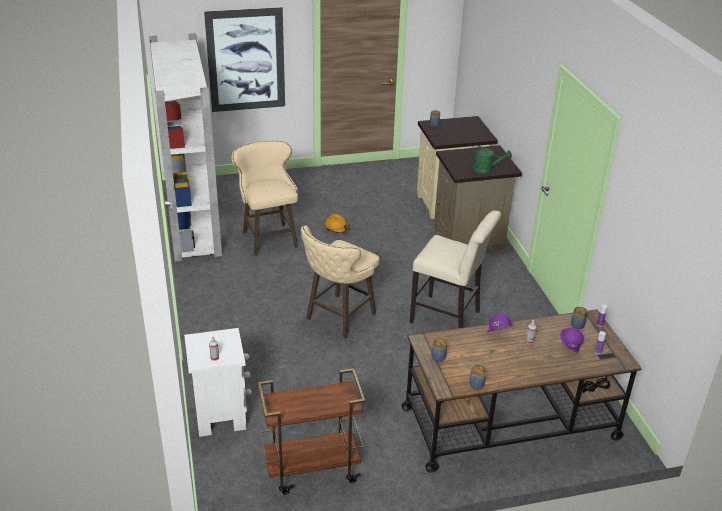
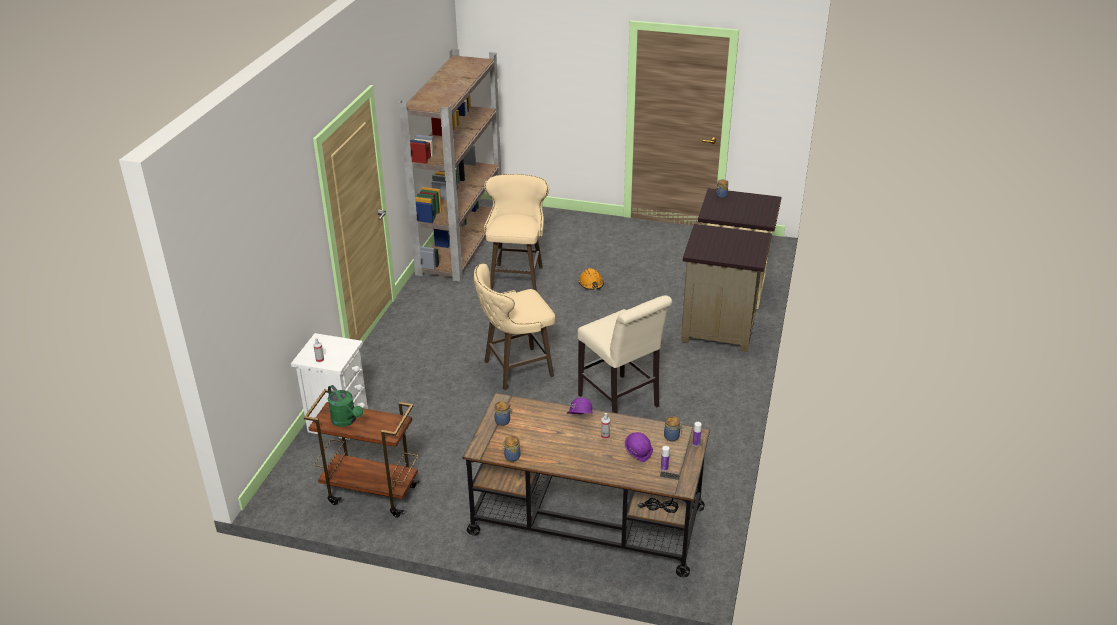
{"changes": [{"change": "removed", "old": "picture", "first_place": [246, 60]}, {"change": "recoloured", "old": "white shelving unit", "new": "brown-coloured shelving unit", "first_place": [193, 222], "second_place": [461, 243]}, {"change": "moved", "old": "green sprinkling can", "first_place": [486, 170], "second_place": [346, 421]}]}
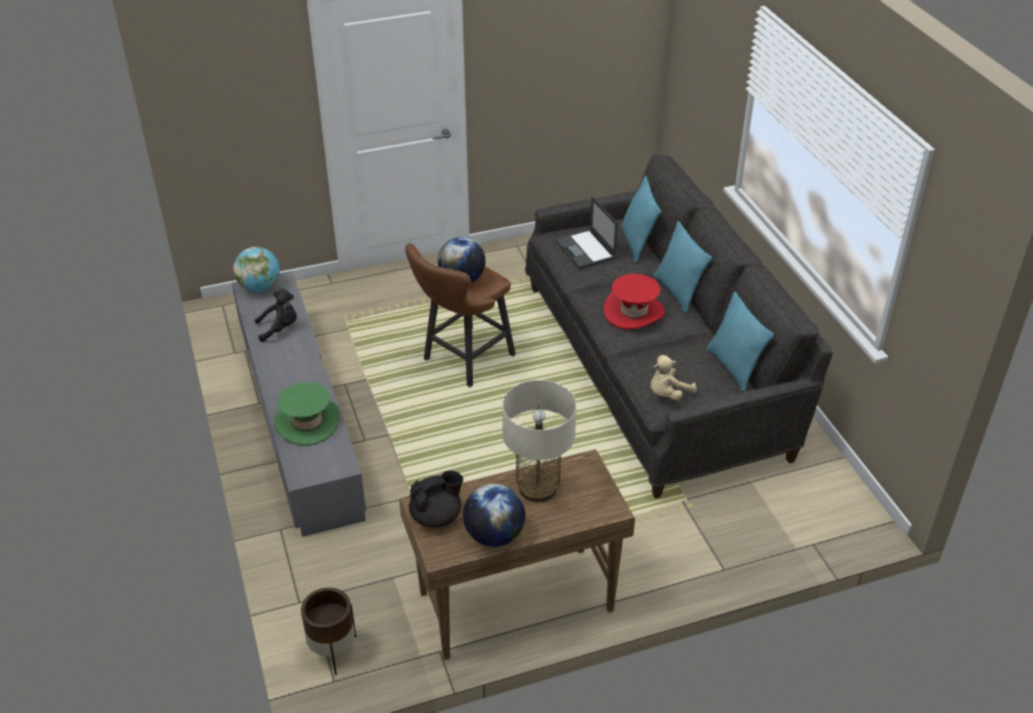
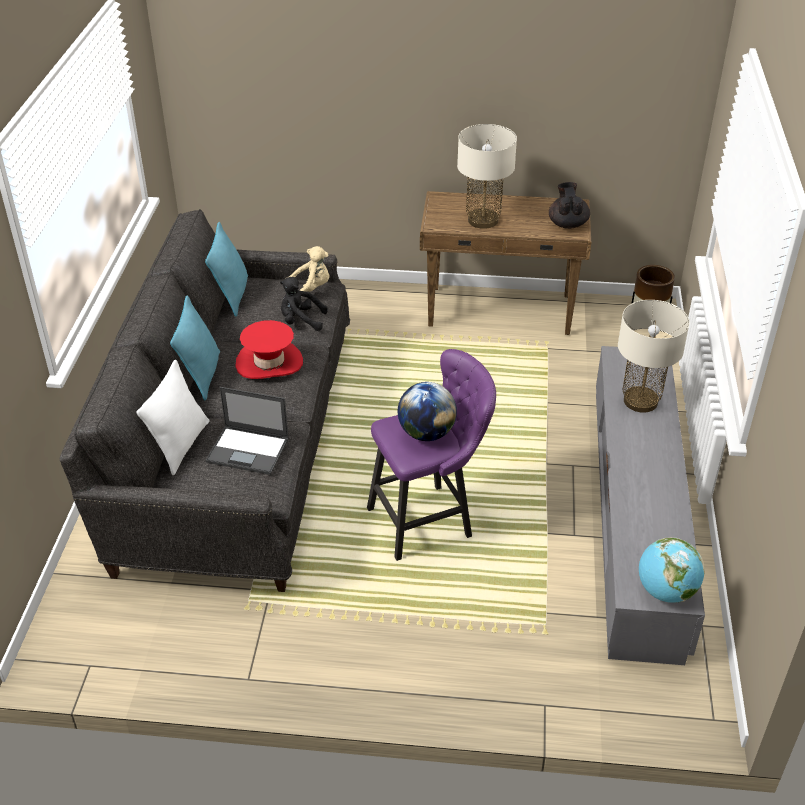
{"changes": [{"change": "recoloured", "old": "turquoise cushion", "new": "white cushion", "first_place": [637, 243], "second_place": [181, 445]}, {"change": "turned", "old": "laptop", "first_place": [586, 250], "second_place": [249, 450], "degrees": 105}, {"change": "recoloured", "old": "brown-coloured sitting stool", "new": "purple-coloured sitting stool", "first_place": [461, 362], "second_place": [431, 518]}, {"change": "moved", "old": "black cuddly toy", "first_place": [280, 328], "second_place": [301, 321]}, {"change": "replaced", "old": "green wearable hat", "new": "table lamp", "first_place": [307, 422], "second_place": [640, 401]}, {"change": "turned", "old": "black tea pot", "first_place": [437, 516], "second_place": [567, 224], "degrees": 90}, {"change": "removed", "old": "world globe", "first_place": [494, 535]}]}
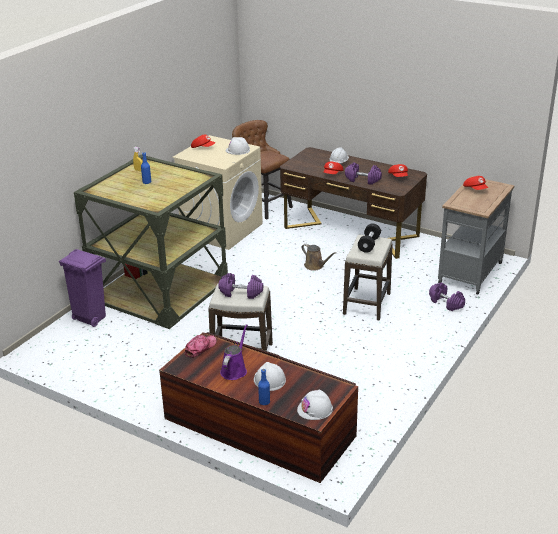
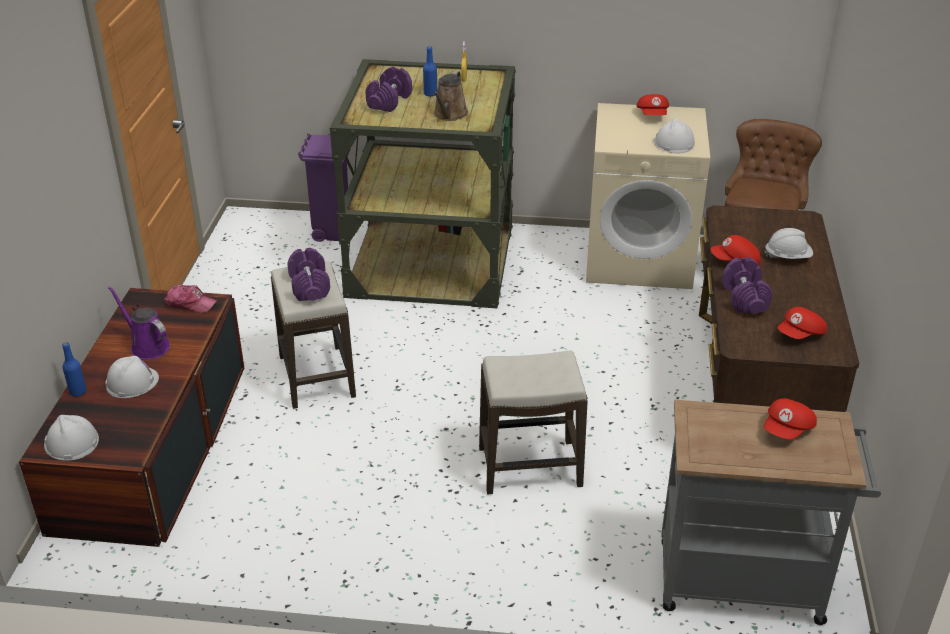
{"changes": [{"change": "removed", "old": "black hand weight", "first_place": [369, 244]}, {"change": "moved", "old": "brown-coloured sprinkling can", "first_place": [315, 266], "second_place": [449, 115]}, {"change": "moved", "old": "purple-coloured hand weight", "first_place": [446, 303], "second_place": [389, 101]}, {"change": "turned", "old": "purple-coloured sprinkling can", "first_place": [234, 370], "second_place": [147, 346], "degrees": -135}]}
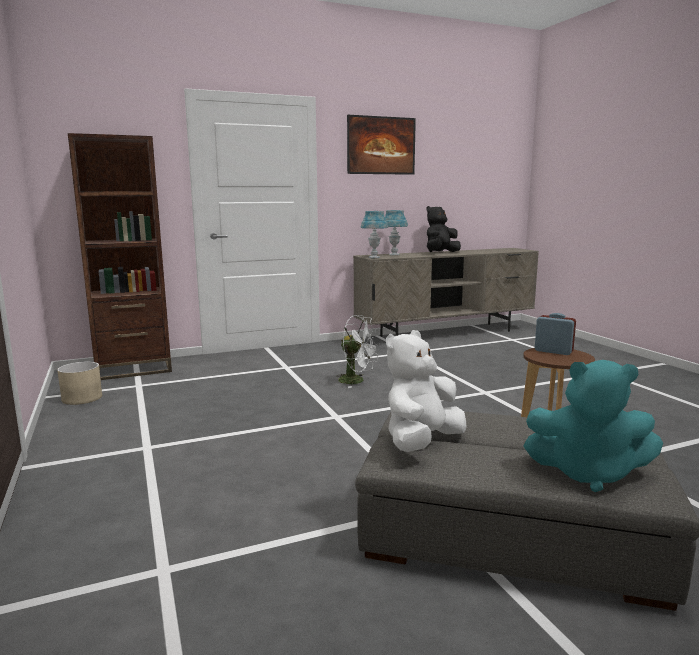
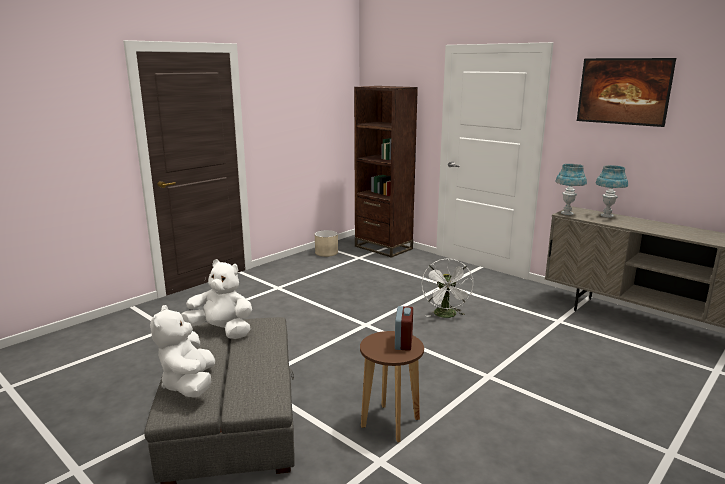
{"changes": [{"change": "removed", "old": "black cuddly toy", "first_place": [440, 253]}, {"change": "recoloured", "old": "turquoise cuddly toy", "new": "white cuddly toy", "first_place": [587, 473], "second_place": [189, 384]}]}
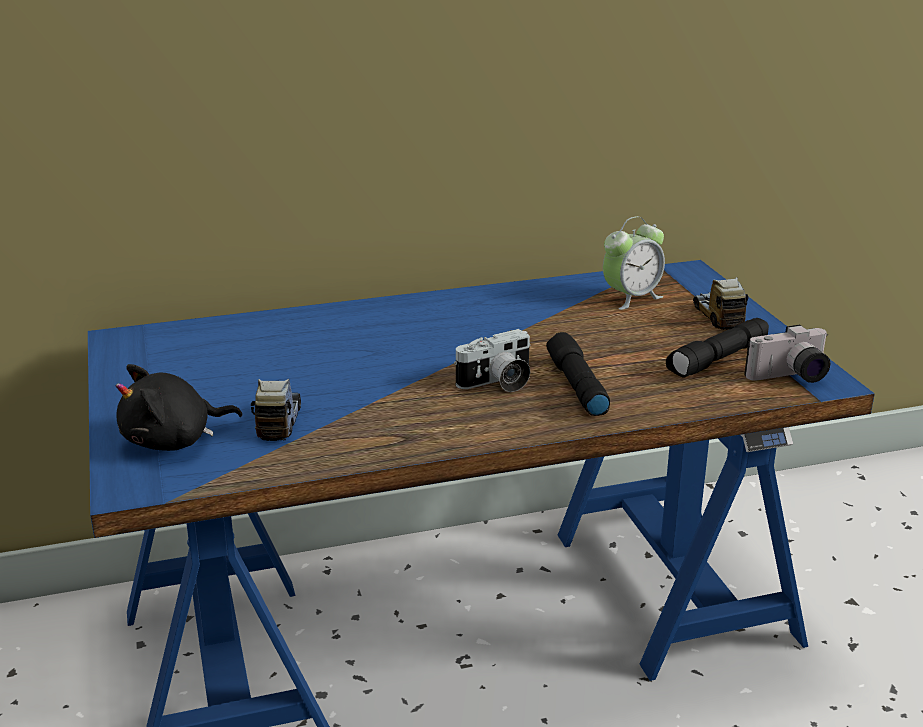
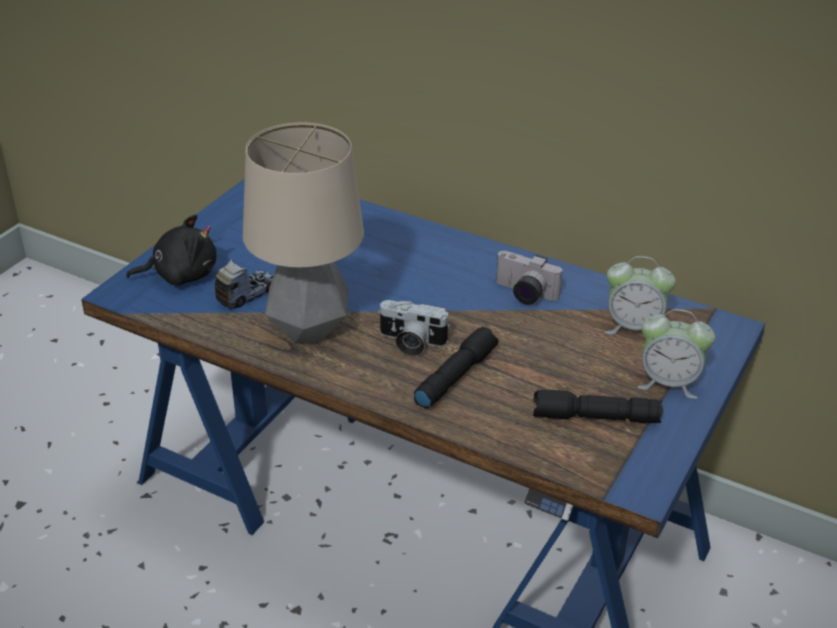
{"changes": [{"change": "replaced", "old": "toy lorry", "new": "bedside clock", "first_place": [717, 317], "second_place": [668, 383]}, {"change": "moved", "old": "still camera", "first_place": [790, 377], "second_place": [523, 294]}, {"change": "turned", "old": "black cuddly toy", "first_place": [174, 441], "second_place": [181, 275], "degrees": 150}, {"change": "added", "new": "table lamp", "second_place": [308, 329]}]}
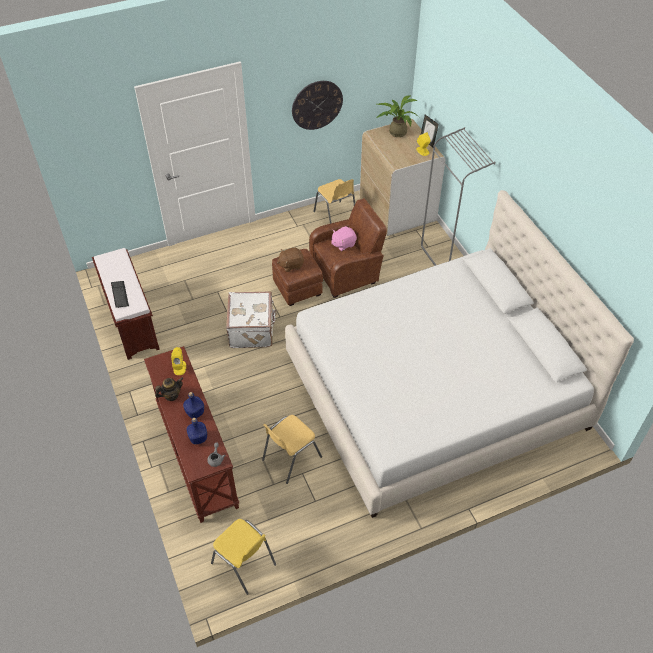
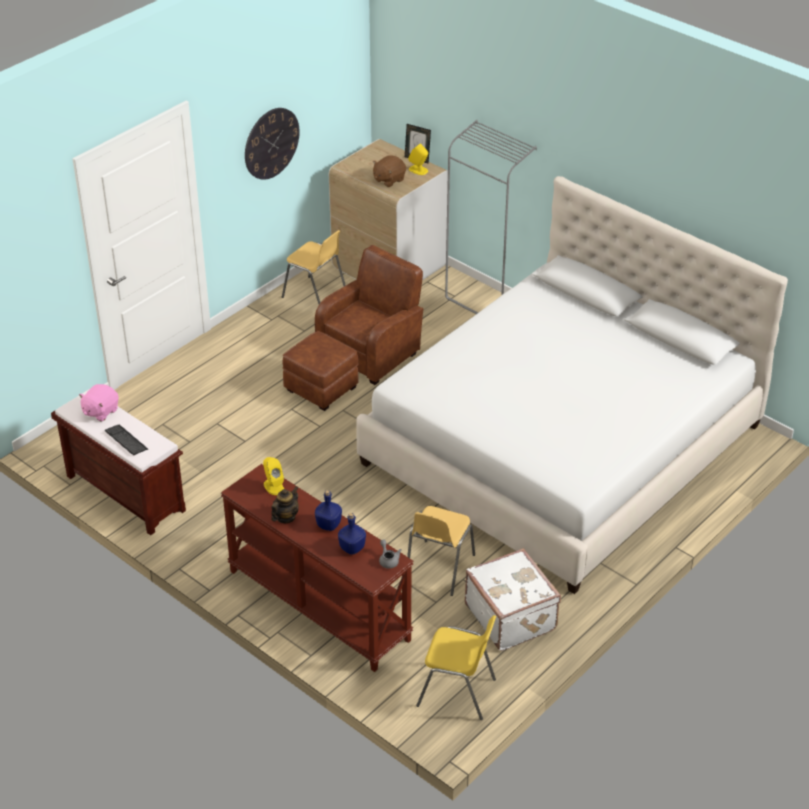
{"changes": [{"change": "removed", "old": "houseplant", "first_place": [395, 131]}, {"change": "moved", "old": "pink cuddly toy", "first_place": [343, 244], "second_place": [100, 411]}, {"change": "moved", "old": "brown-coloured cuddly toy", "first_place": [291, 265], "second_place": [388, 180]}, {"change": "moved", "old": "white travel case", "first_place": [252, 330], "second_place": [511, 616]}]}
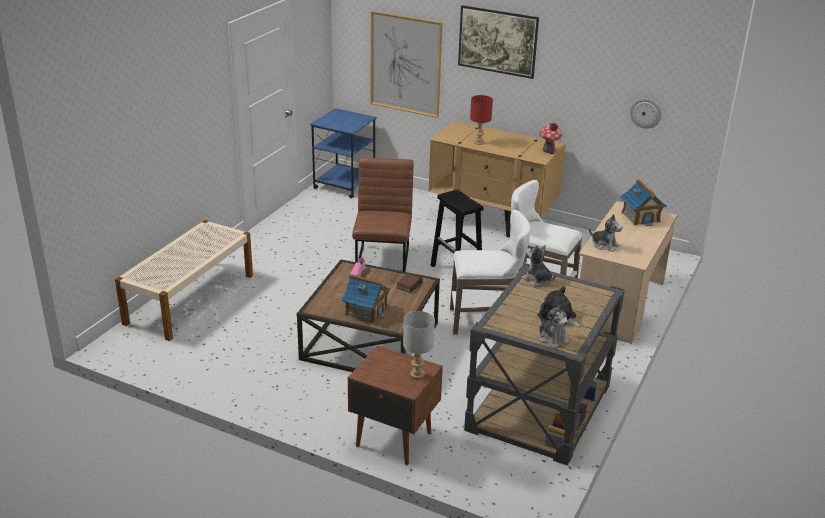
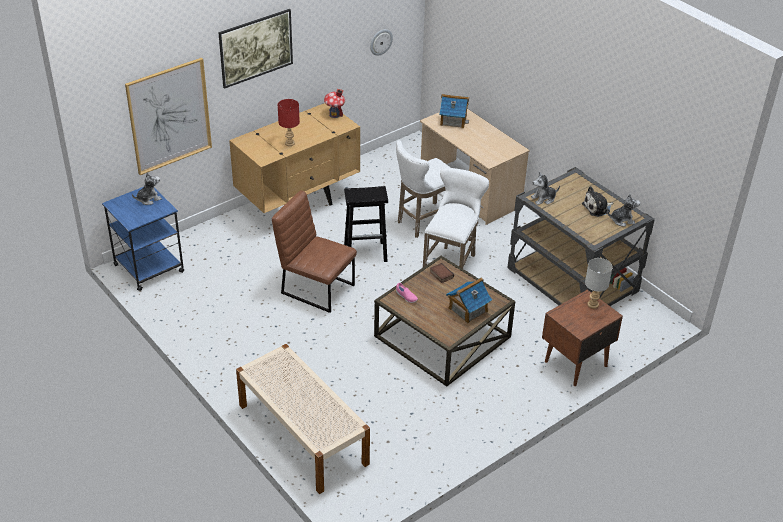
{"changes": [{"change": "moved", "old": "cuddly toy", "first_place": [604, 245], "second_place": [148, 199]}]}
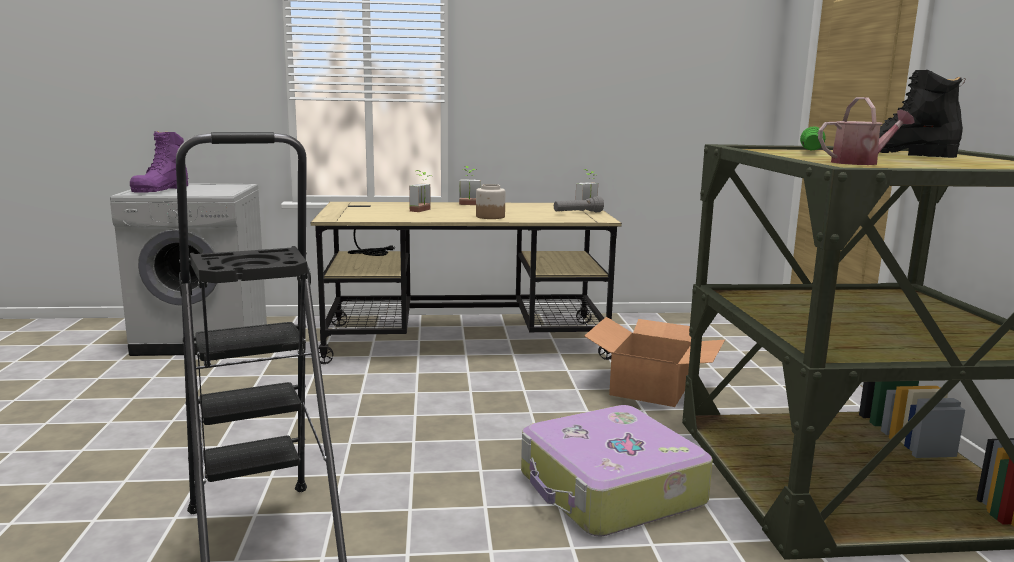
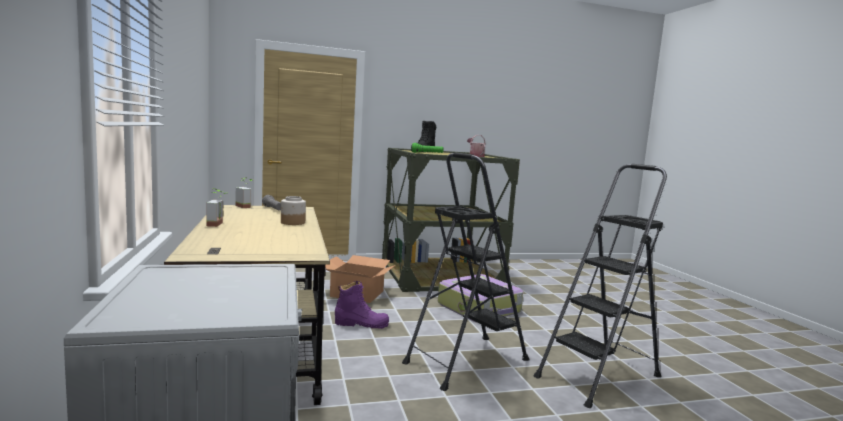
{"changes": [{"change": "moved", "old": "purple-coloured high-top boot", "first_place": [161, 189], "second_place": [361, 324]}, {"change": "removed", "old": "houseplant", "first_place": [424, 210]}, {"change": "added", "new": "step stool", "second_place": [465, 361]}]}
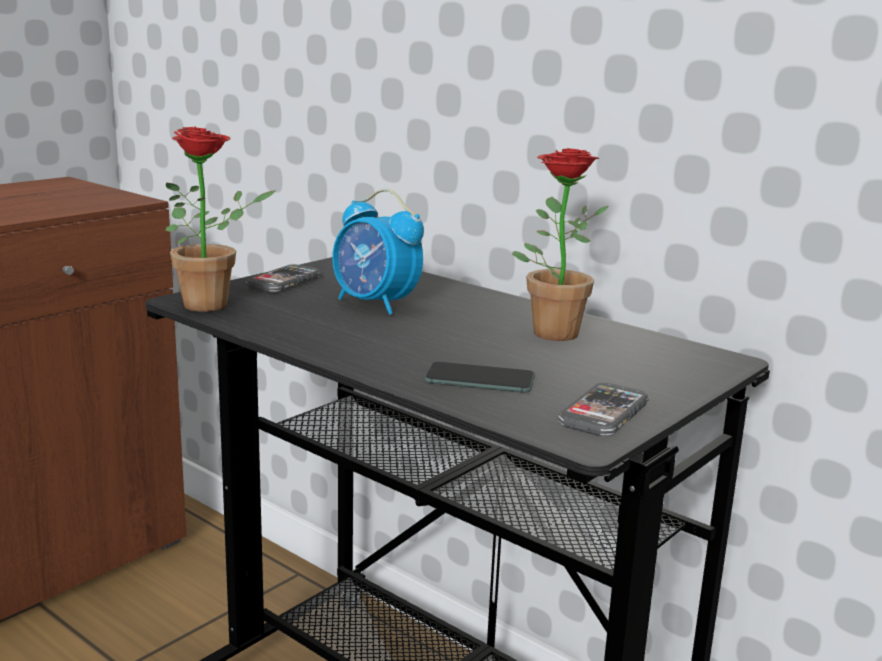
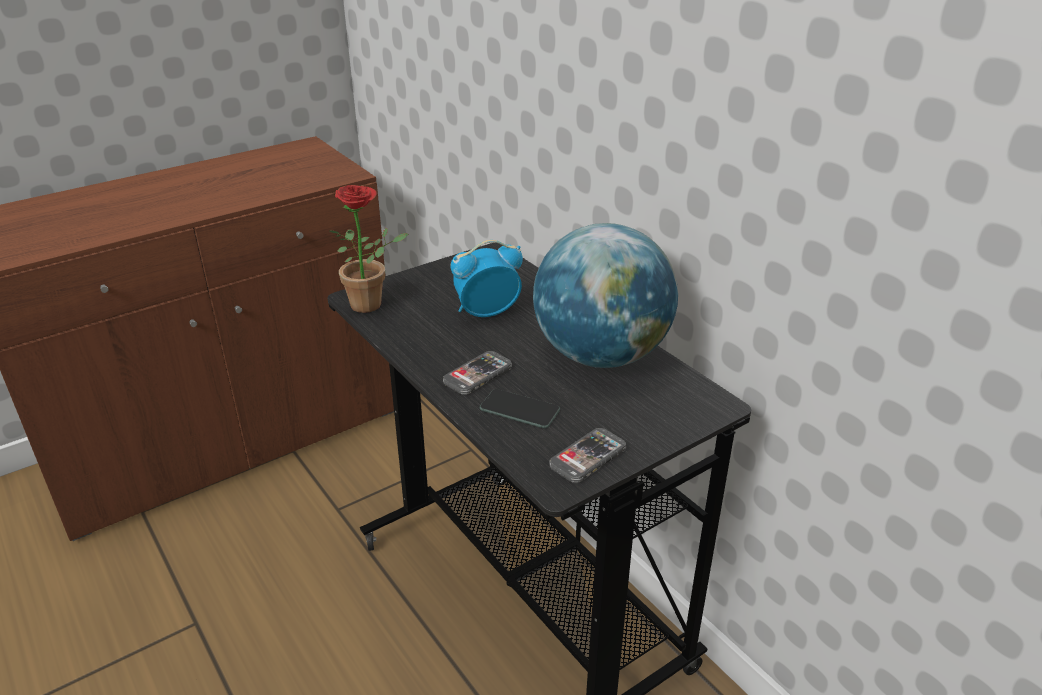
{"changes": [{"change": "replaced", "old": "houseplant", "new": "world globe", "first_place": [550, 330], "second_place": [601, 355]}, {"change": "turned", "old": "bedside clock", "first_place": [375, 304], "second_place": [486, 312], "degrees": 105}, {"change": "moved", "old": "telephone", "first_place": [283, 281], "second_place": [478, 375]}]}
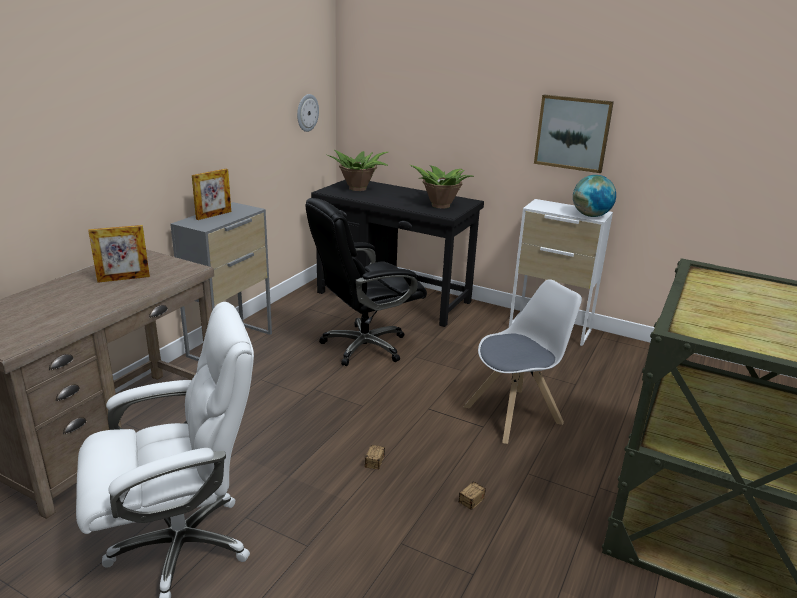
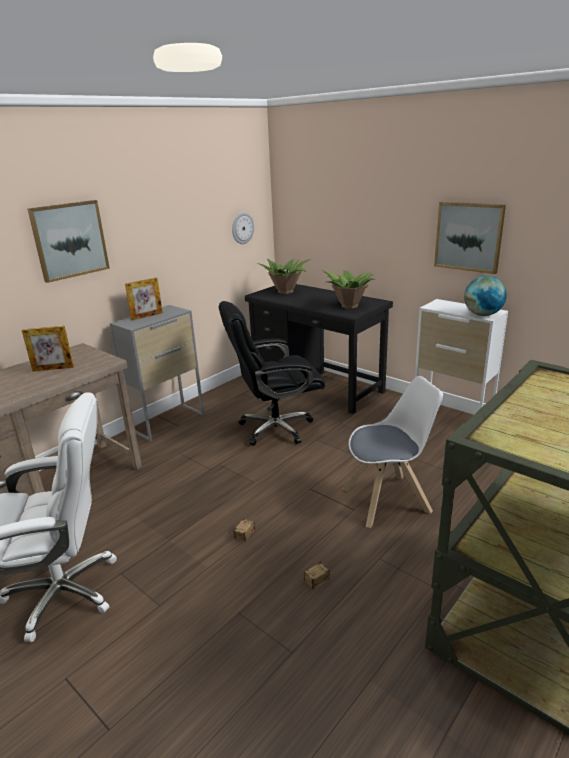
{"changes": [{"change": "added", "new": "picture", "second_place": [69, 240]}]}
